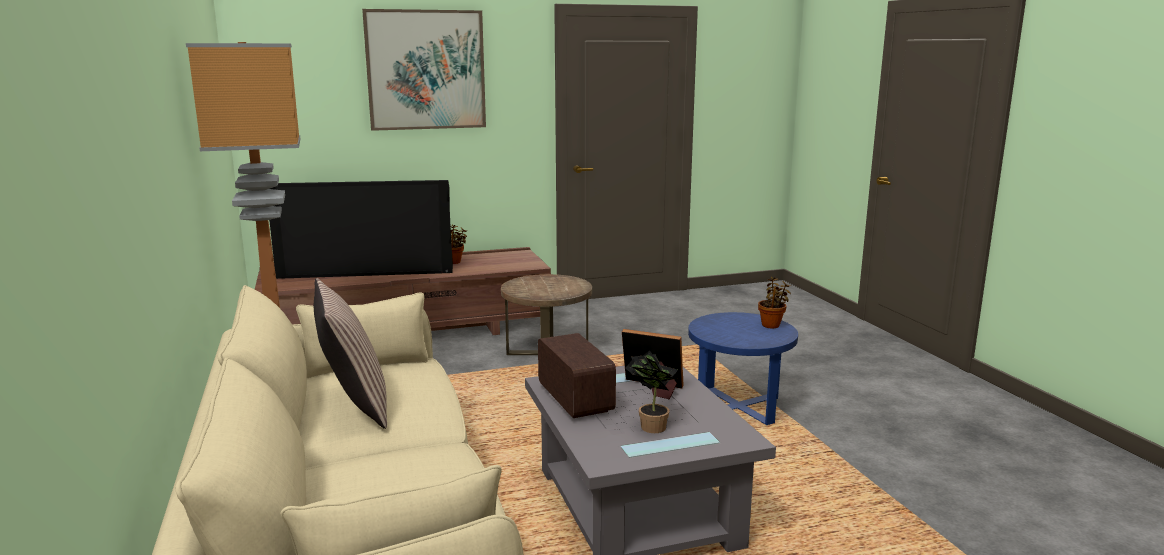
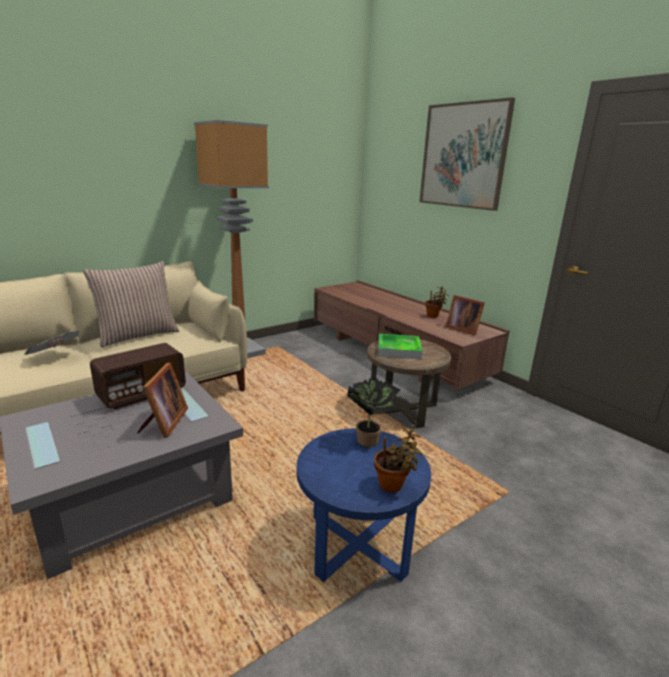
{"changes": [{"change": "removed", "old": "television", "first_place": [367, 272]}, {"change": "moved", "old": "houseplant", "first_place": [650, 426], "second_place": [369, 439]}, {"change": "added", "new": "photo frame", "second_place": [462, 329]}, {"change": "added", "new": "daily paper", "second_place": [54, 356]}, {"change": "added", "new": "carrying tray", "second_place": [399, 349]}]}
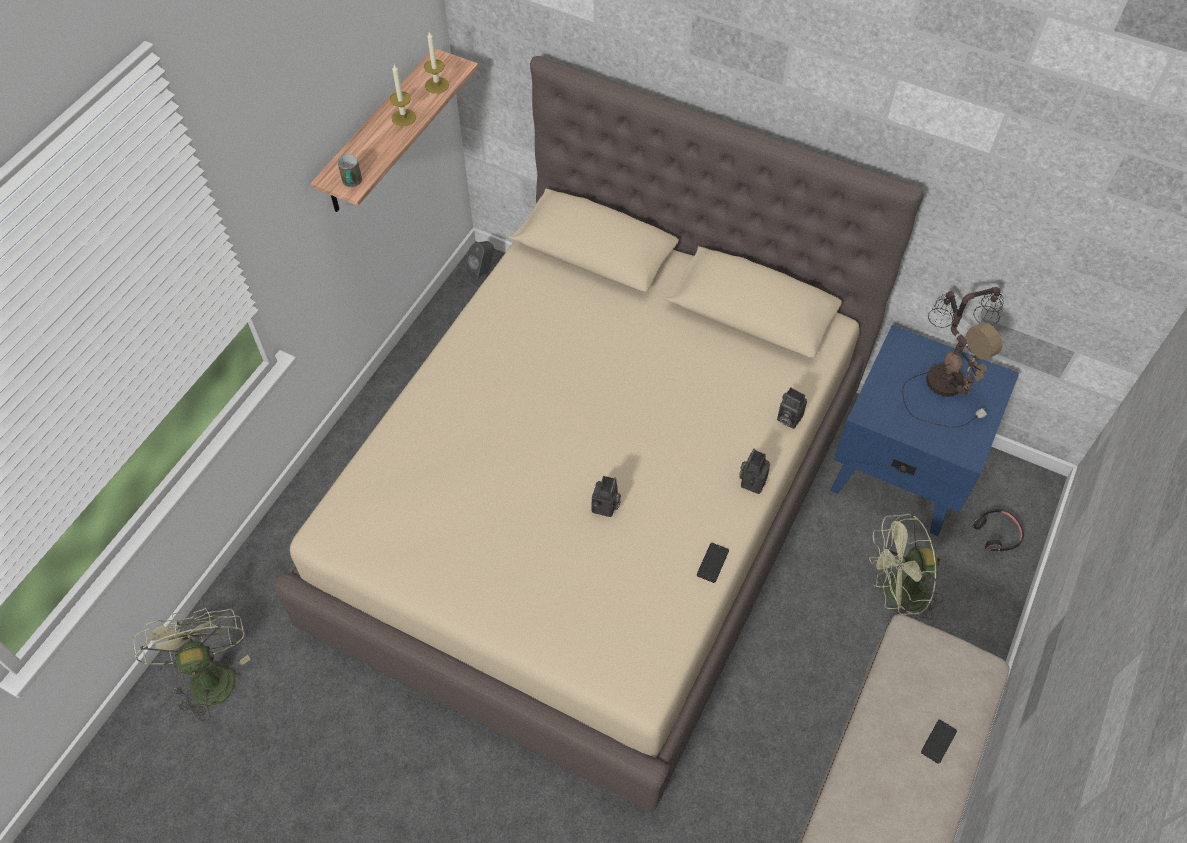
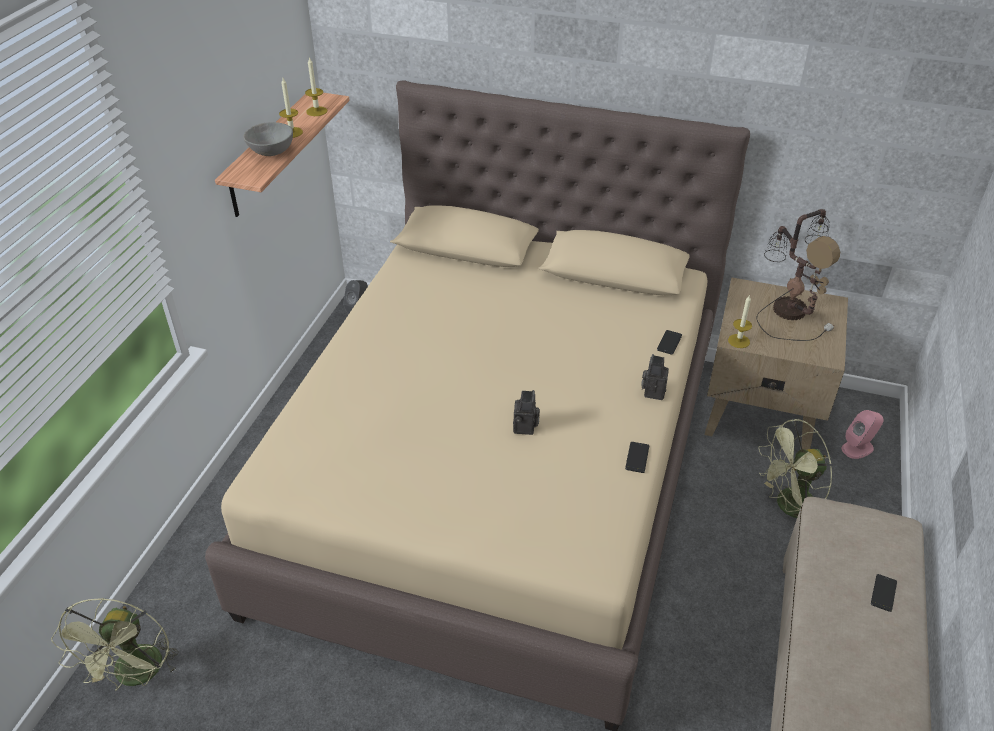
{"changes": [{"change": "removed", "old": "coffee mug", "first_place": [352, 183]}, {"change": "recoloured", "old": "blue nightstand", "new": "sand-coloured nightstand", "first_place": [903, 470], "second_place": [762, 412]}, {"change": "replaced", "old": "still camera", "new": "telephone", "first_place": [787, 418], "second_place": [669, 342]}, {"change": "replaced", "old": "black headphones", "new": "pink speaker", "first_place": [997, 533], "second_place": [857, 448]}, {"change": "turned", "old": "green cooling fan", "first_place": [209, 675], "second_place": [137, 676], "degrees": -150}, {"change": "added", "new": "grey bowl", "second_place": [271, 153]}, {"change": "added", "new": "wax light", "second_place": [738, 341]}]}
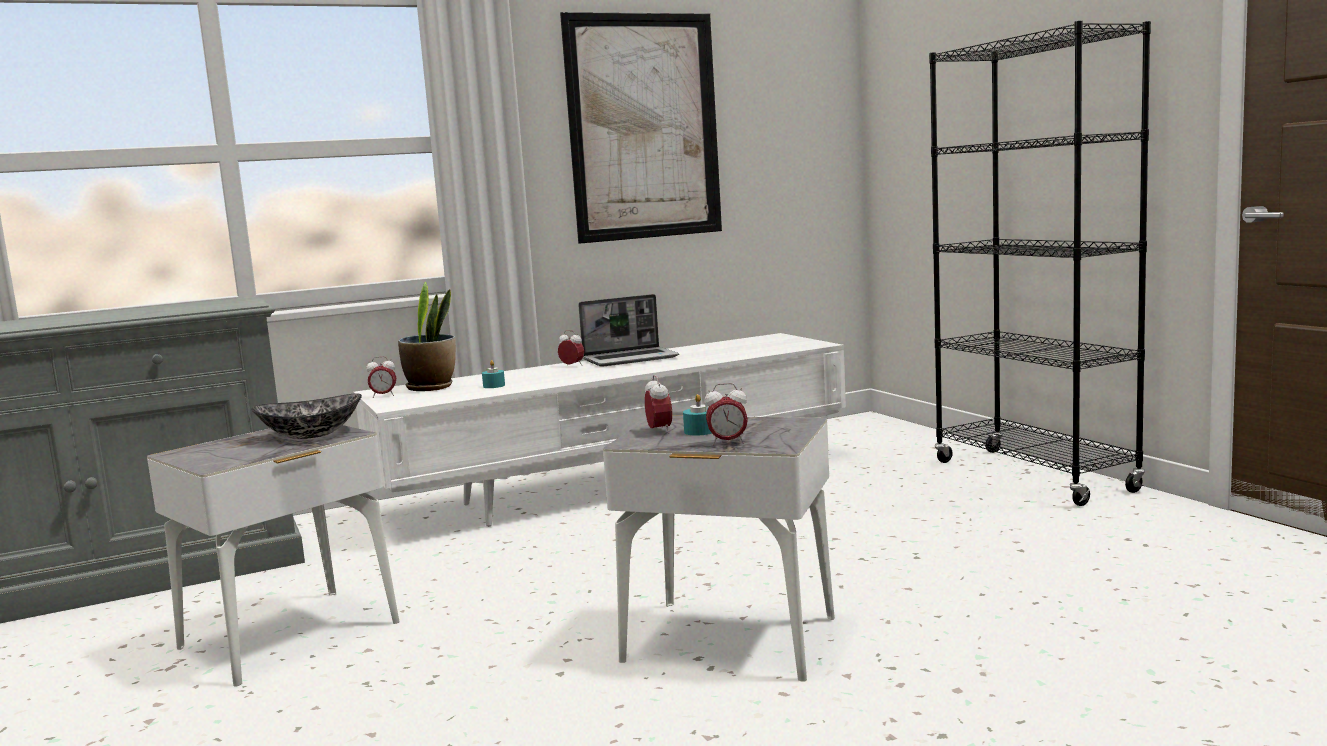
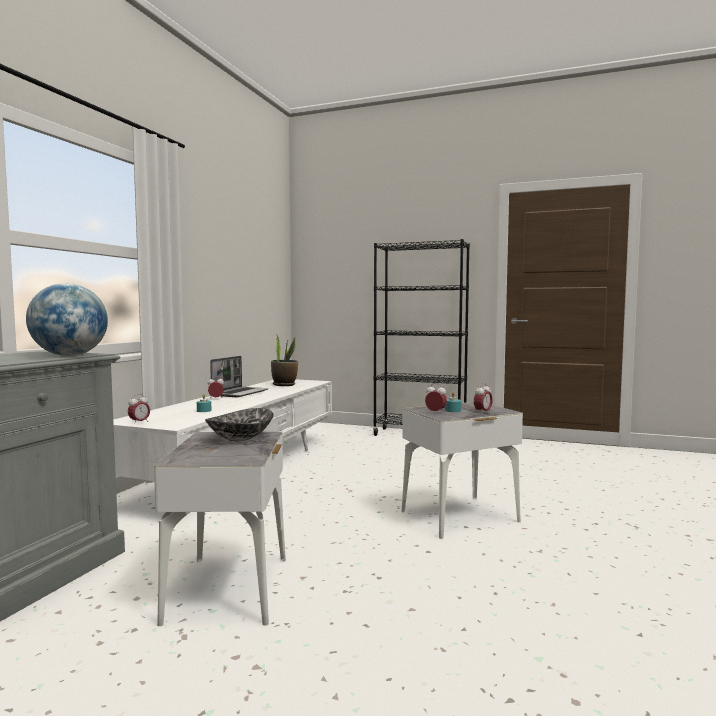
{"changes": [{"change": "removed", "old": "picture", "first_place": [644, 127]}, {"change": "moved", "old": "houseplant", "first_place": [431, 387], "second_place": [284, 385]}, {"change": "added", "new": "world globe", "second_place": [70, 355]}]}
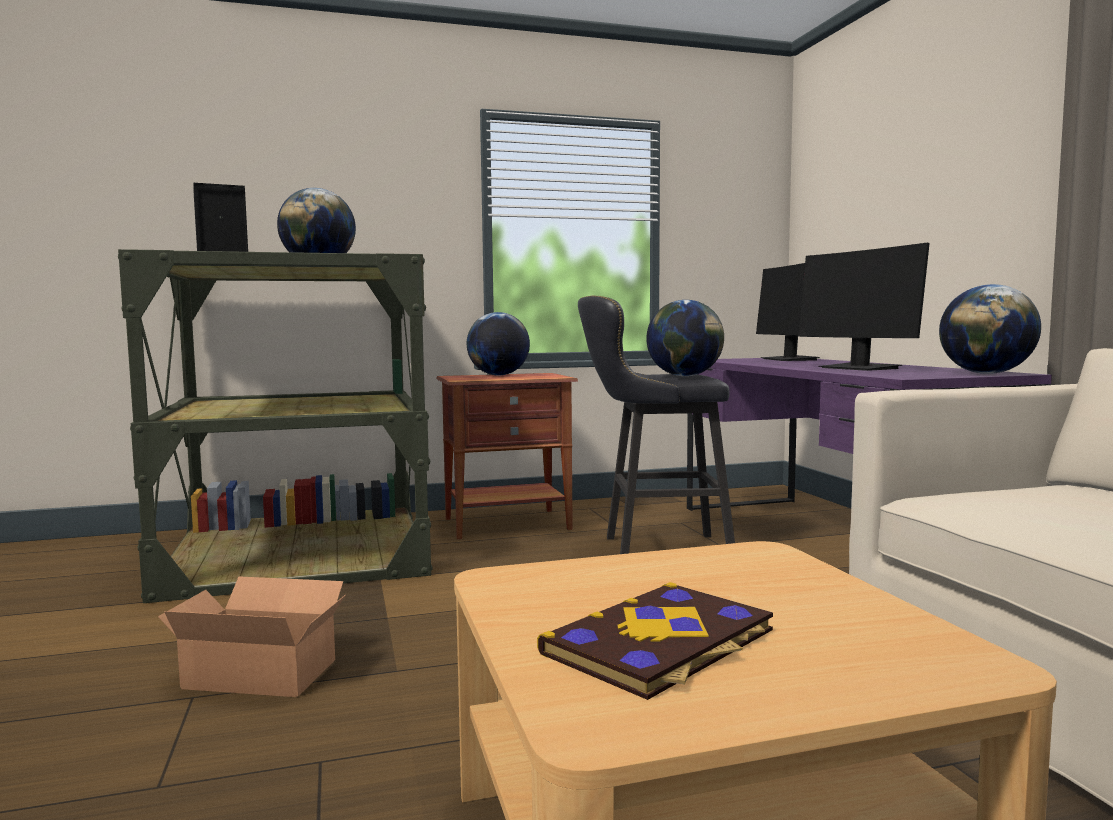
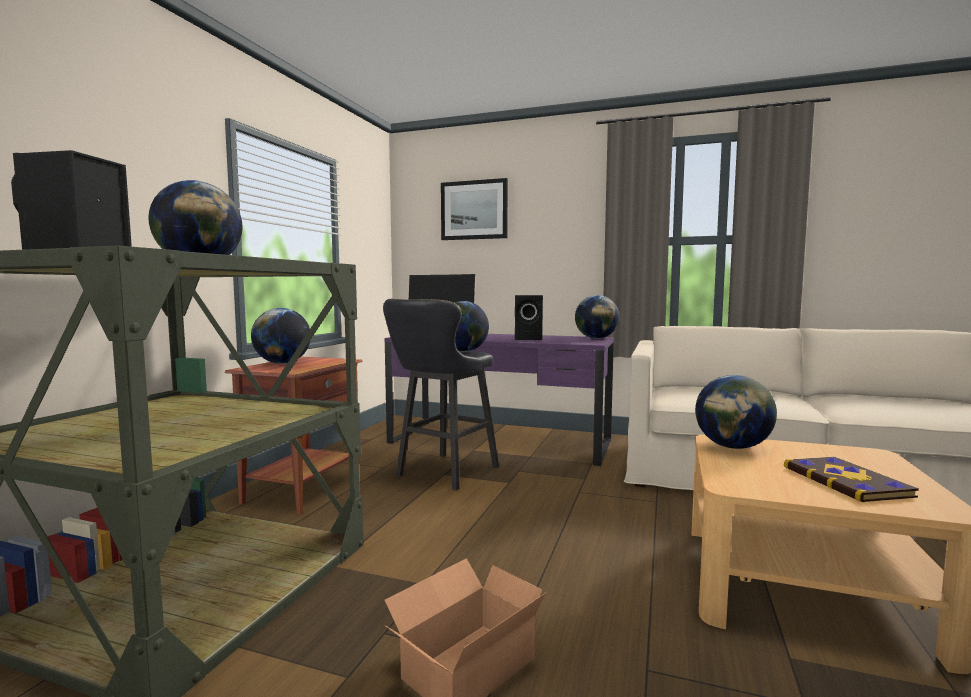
{"changes": [{"change": "replaced", "old": "monitor", "new": "black speaker", "first_place": [859, 368], "second_place": [530, 339]}, {"change": "added", "new": "picture", "second_place": [474, 210]}, {"change": "added", "new": "world globe", "second_place": [733, 447]}]}
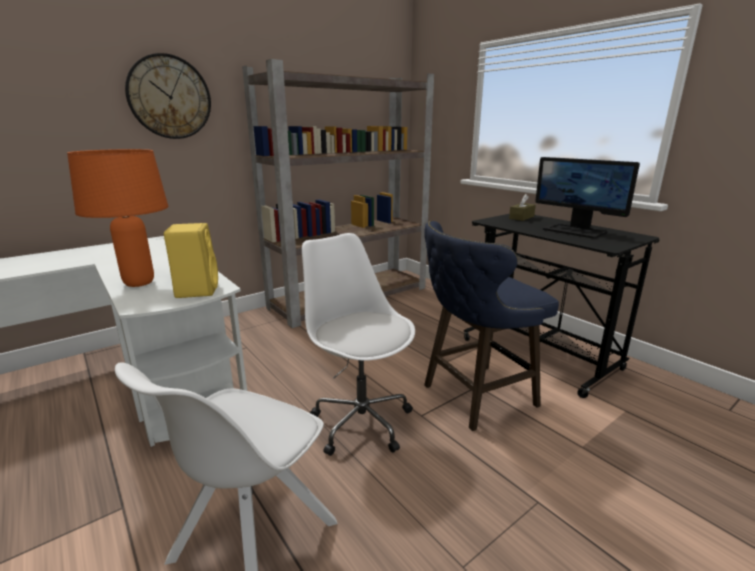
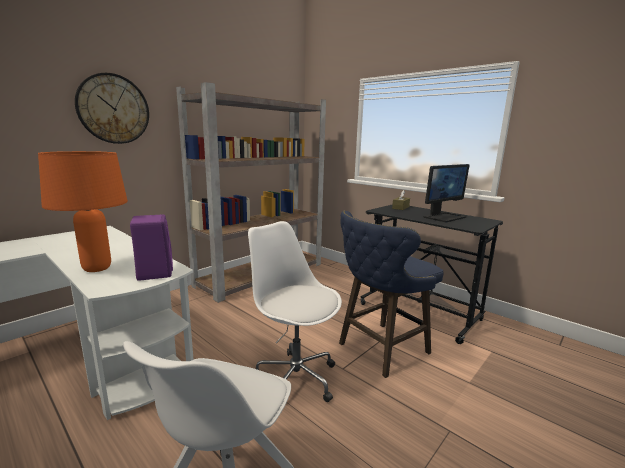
{"changes": [{"change": "turned", "old": "monitor", "first_place": [575, 231], "second_place": [444, 217], "degrees": -75}, {"change": "recoloured", "old": "yellowish speaker", "new": "purple-coloured speaker", "first_place": [197, 290], "second_place": [154, 272]}]}
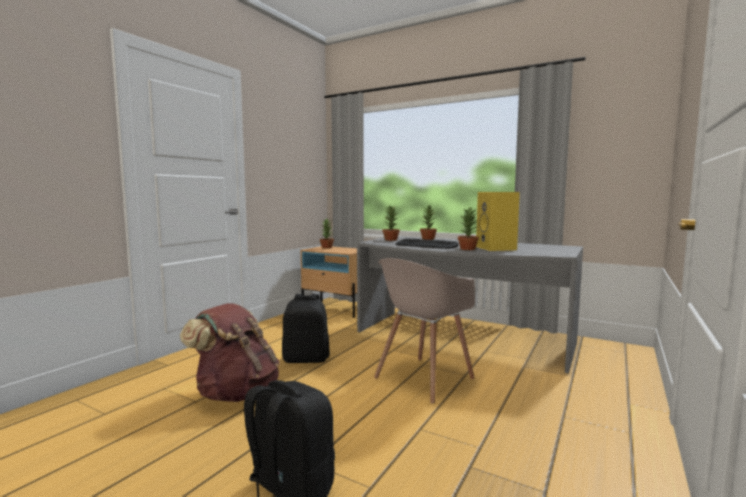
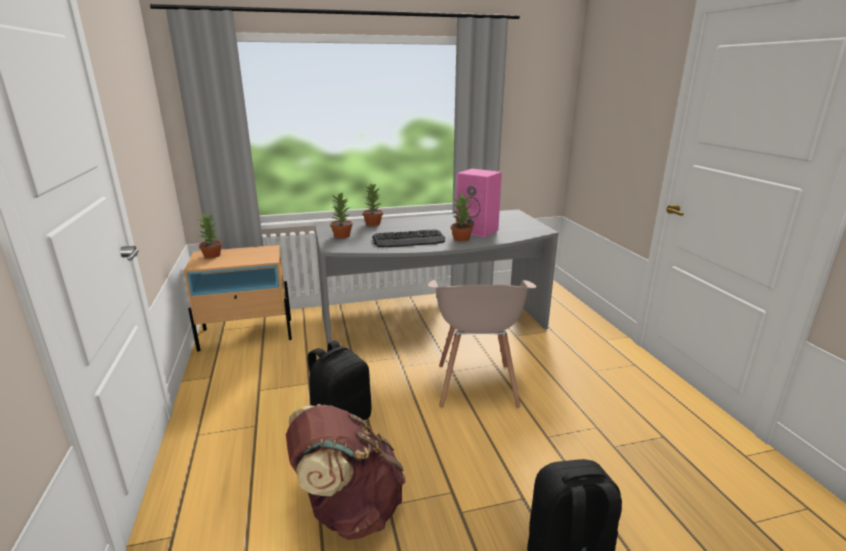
{"changes": [{"change": "recoloured", "old": "yellowish speaker", "new": "pink speaker", "first_place": [497, 248], "second_place": [478, 230]}]}
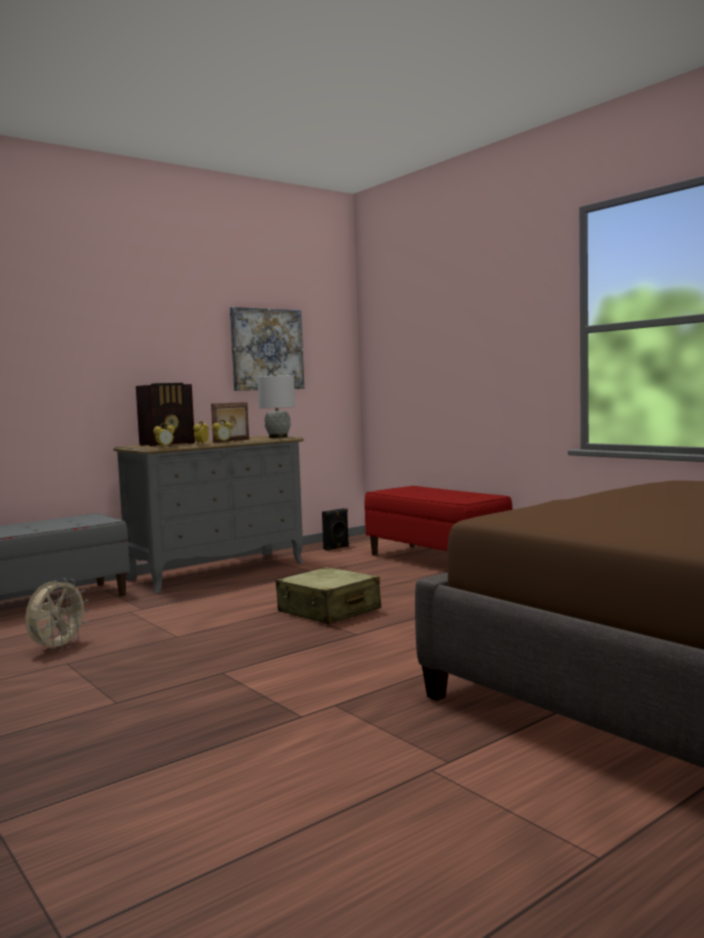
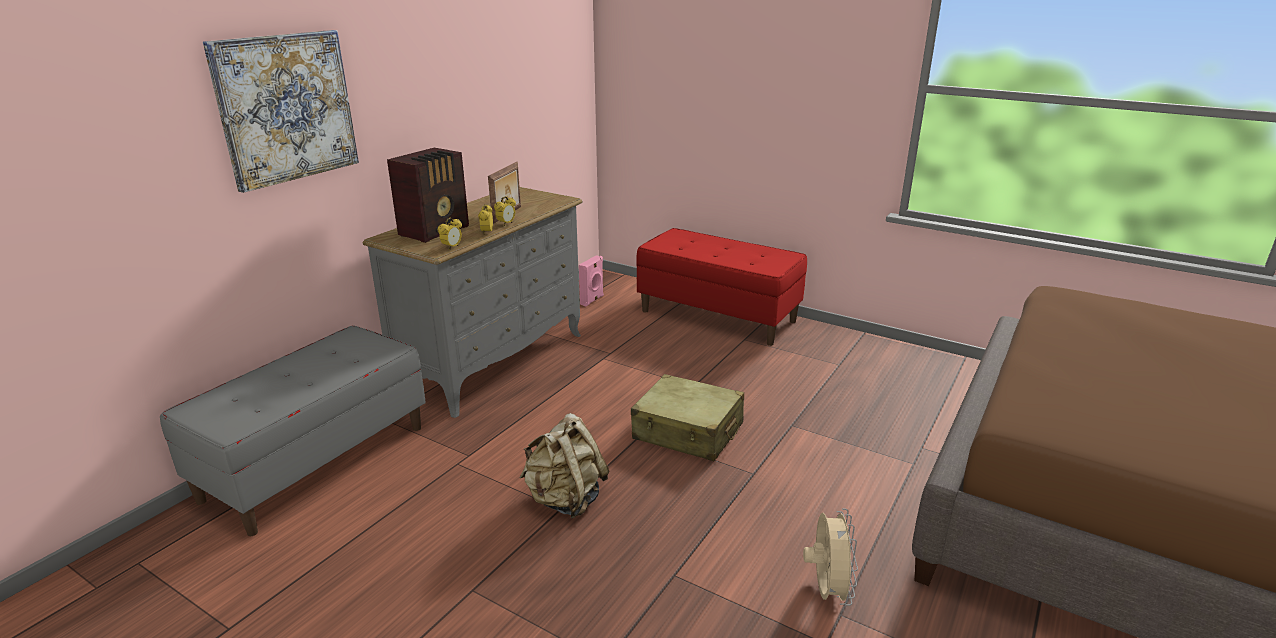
{"changes": [{"change": "moved", "old": "picture", "first_place": [267, 349], "second_place": [286, 108]}, {"change": "removed", "old": "white table lamp", "first_place": [278, 437]}, {"change": "recoloured", "old": "black speaker", "new": "pink speaker", "first_place": [336, 548], "second_place": [592, 300]}, {"change": "moved", "old": "sand-coloured cooling fan", "first_place": [58, 648], "second_place": [826, 590]}, {"change": "added", "new": "sand-coloured knapsack", "second_place": [565, 499]}]}
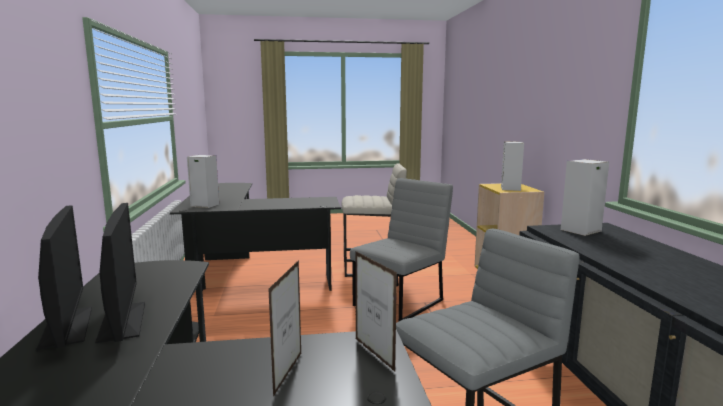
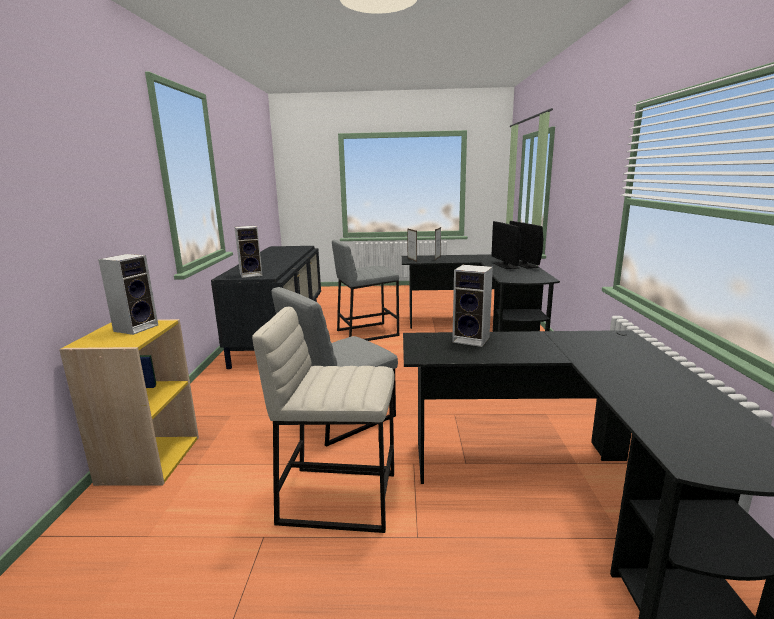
{"changes": [{"change": "moved", "old": "speaker", "first_place": [203, 205], "second_place": [472, 340]}]}
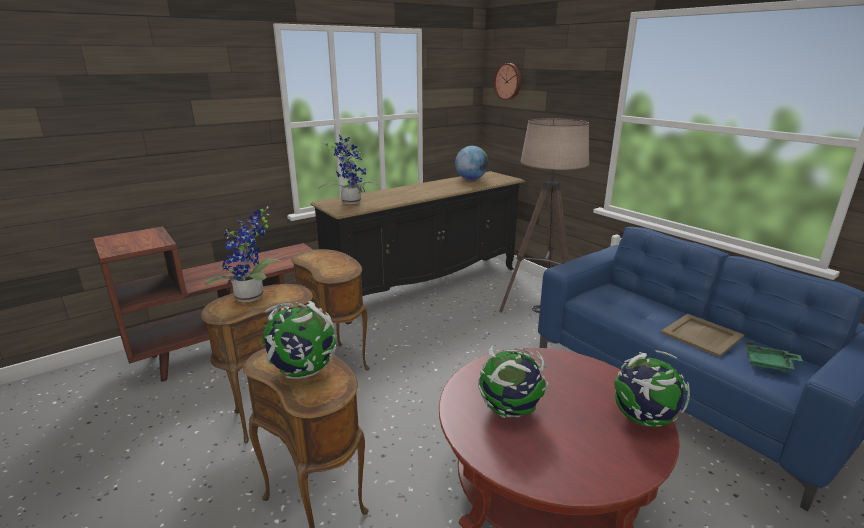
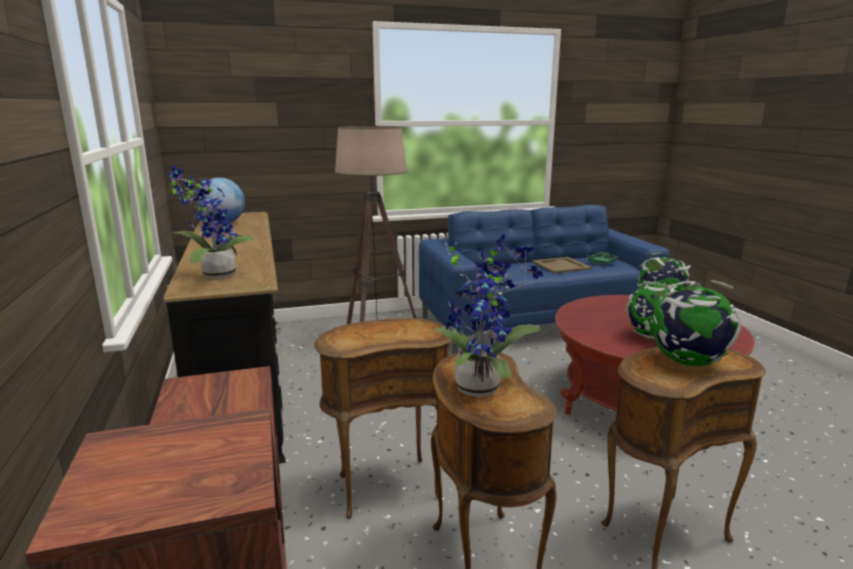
{"changes": [{"change": "removed", "old": "hanging clock", "first_place": [508, 81]}]}
